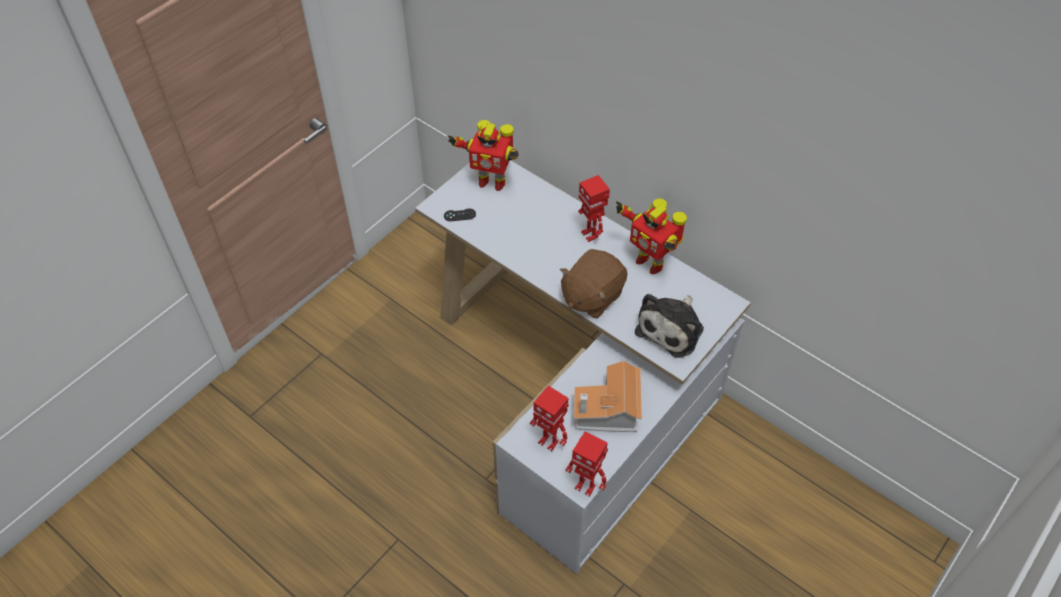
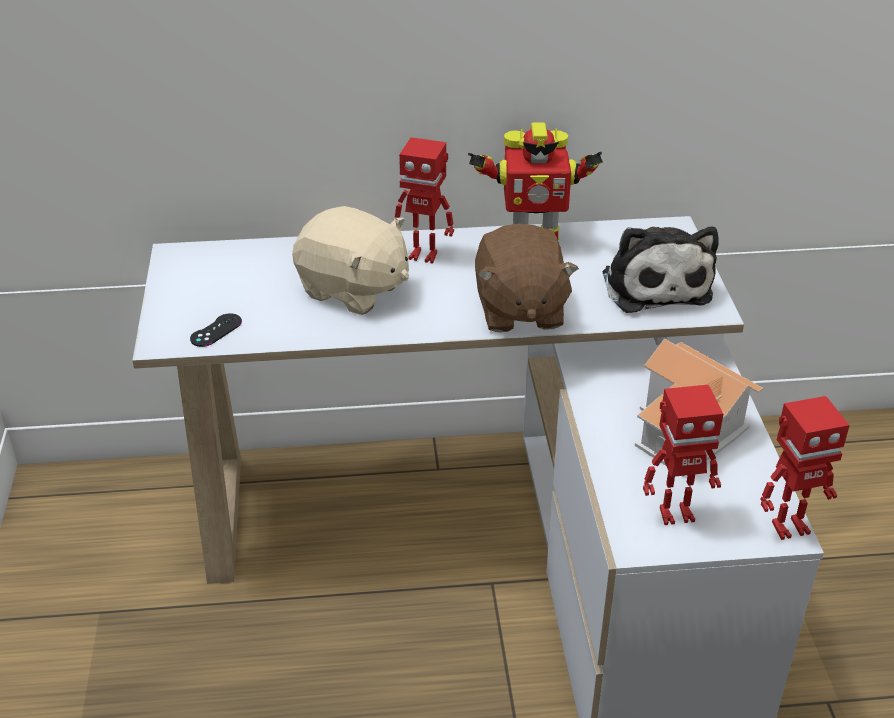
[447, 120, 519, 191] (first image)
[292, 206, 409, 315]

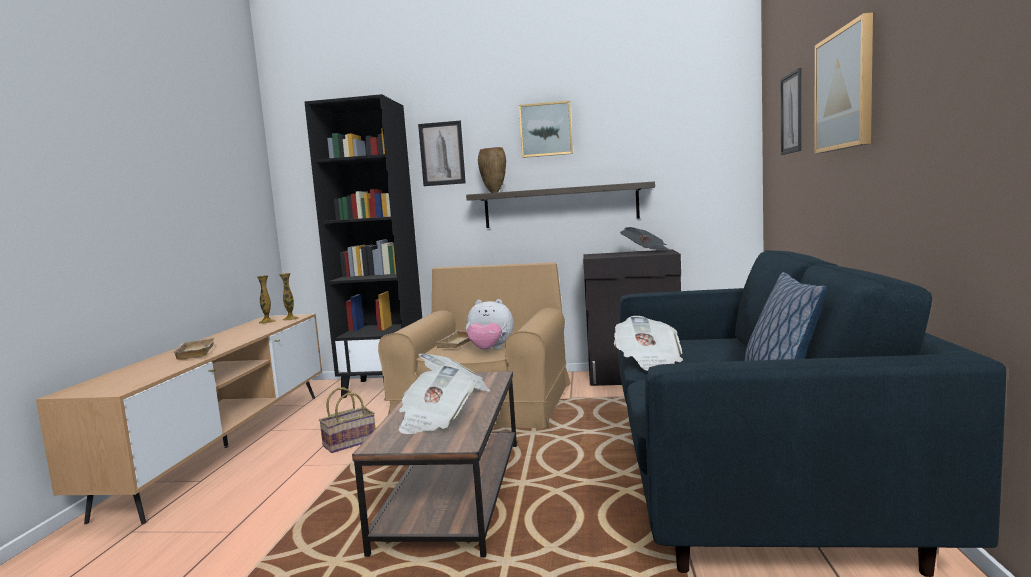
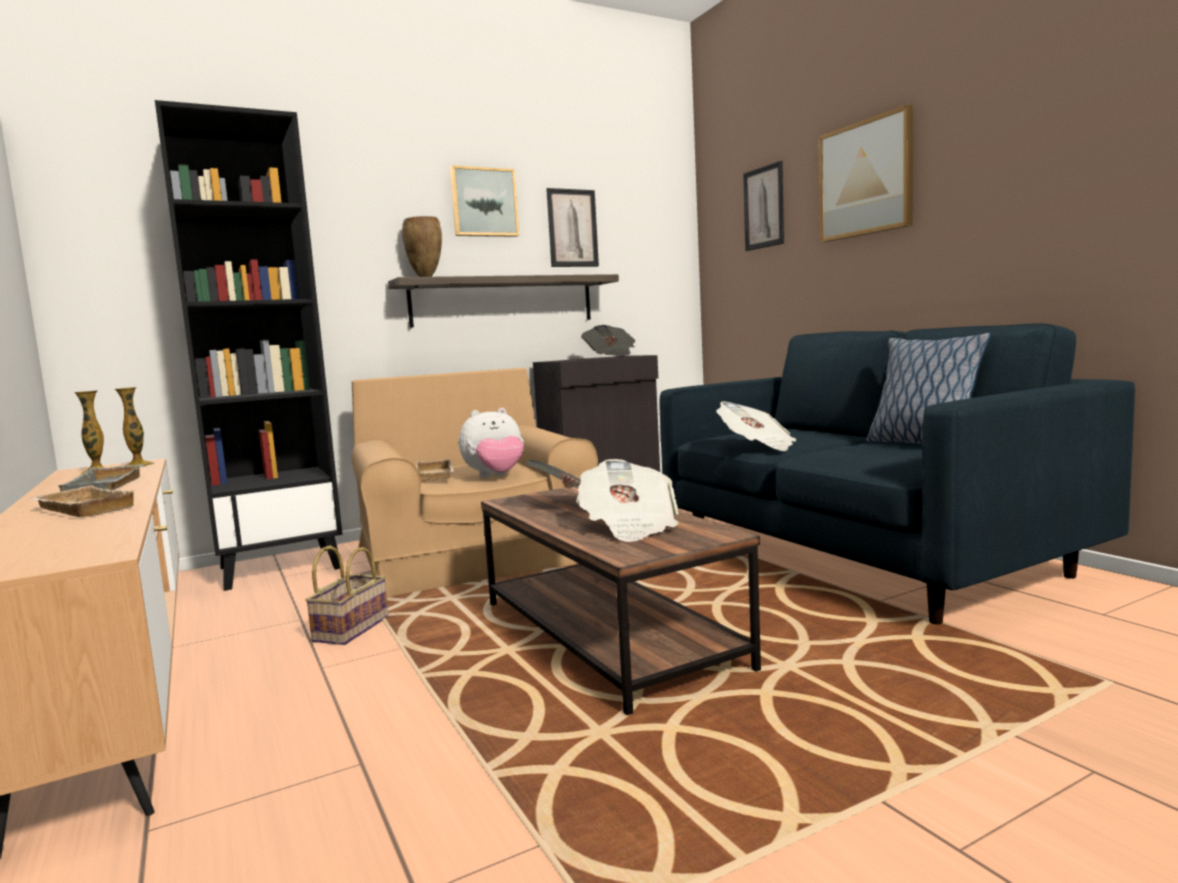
[56, 464, 144, 492]
[546, 188, 599, 267]

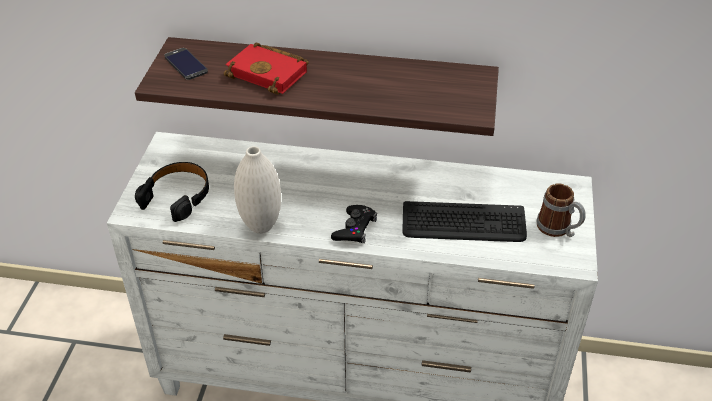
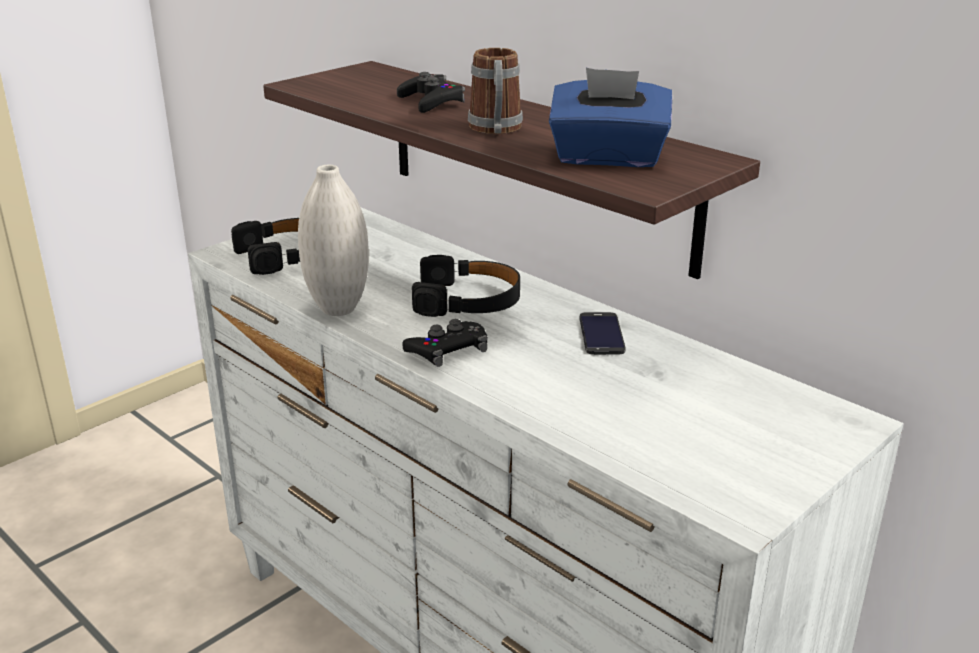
[402, 201, 527, 242] (first image)
[412, 255, 520, 317]
[549, 68, 672, 167]
[580, 312, 625, 355]
[468, 48, 523, 134]
[397, 72, 465, 113]

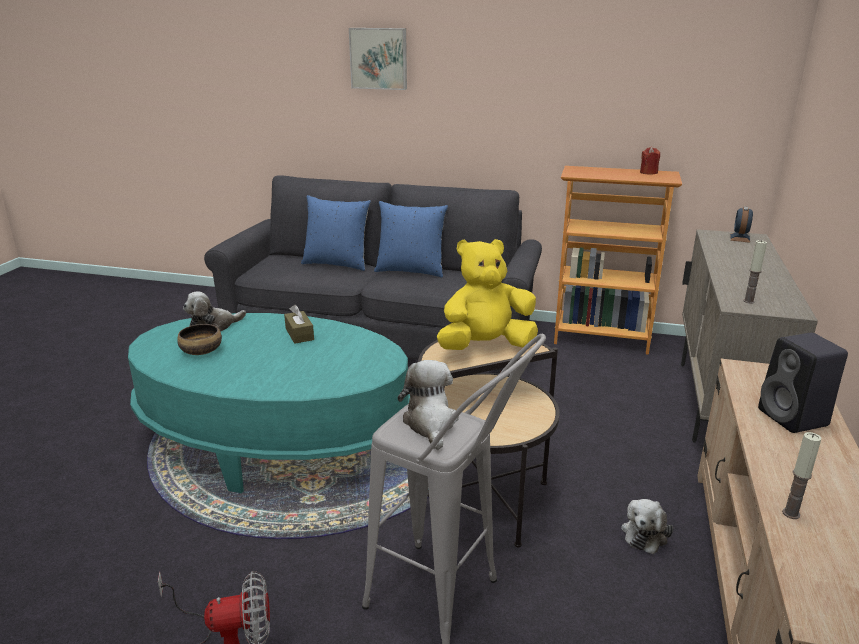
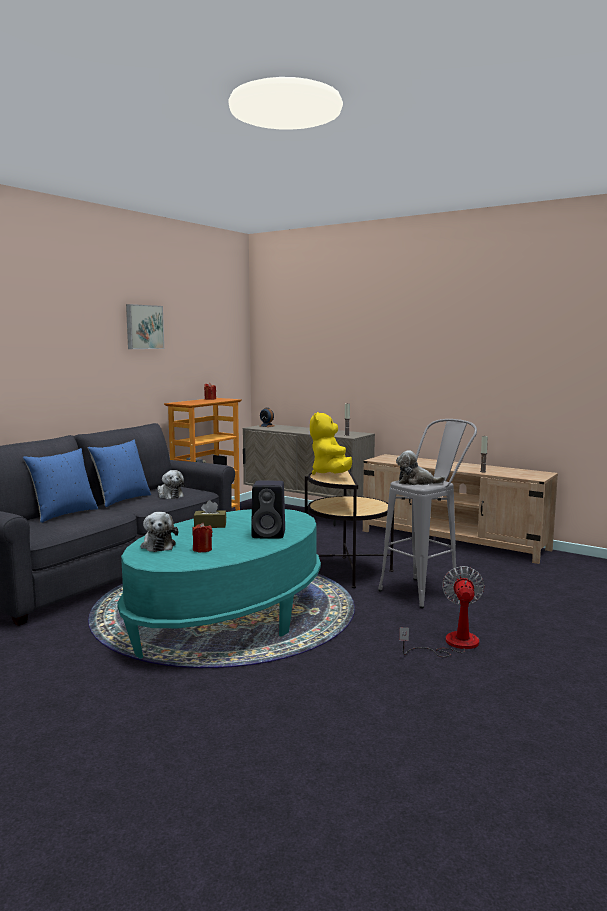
[126, 304, 164, 349]
[158, 470, 185, 499]
[251, 480, 285, 539]
[192, 523, 213, 553]

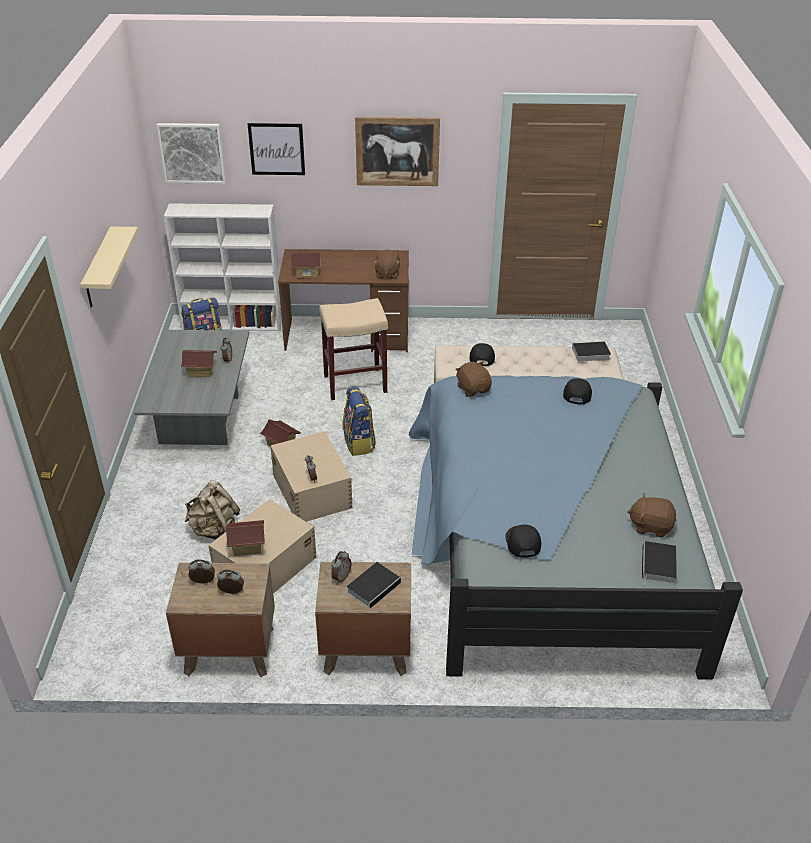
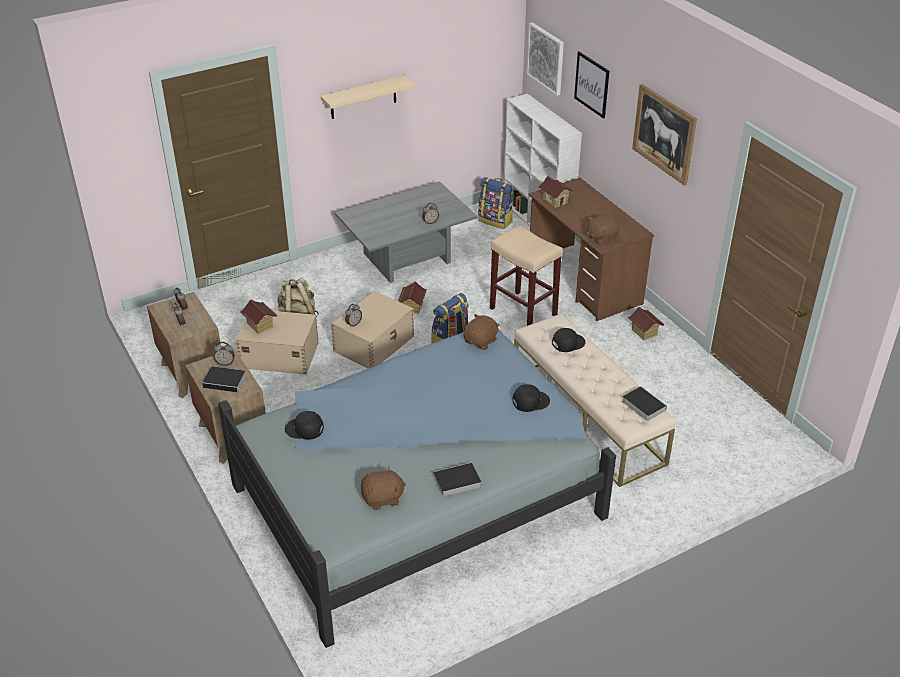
[628, 307, 665, 340]
[427, 462, 481, 497]
[285, 411, 324, 440]
[361, 467, 406, 510]

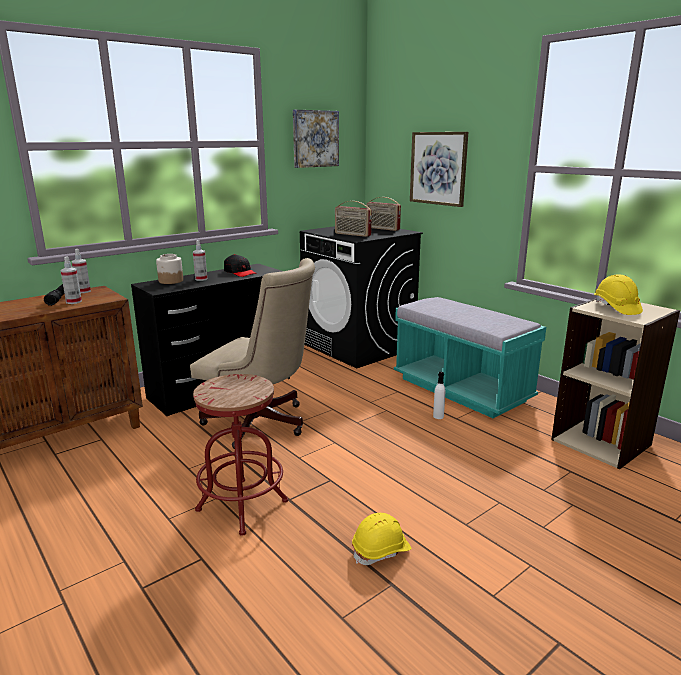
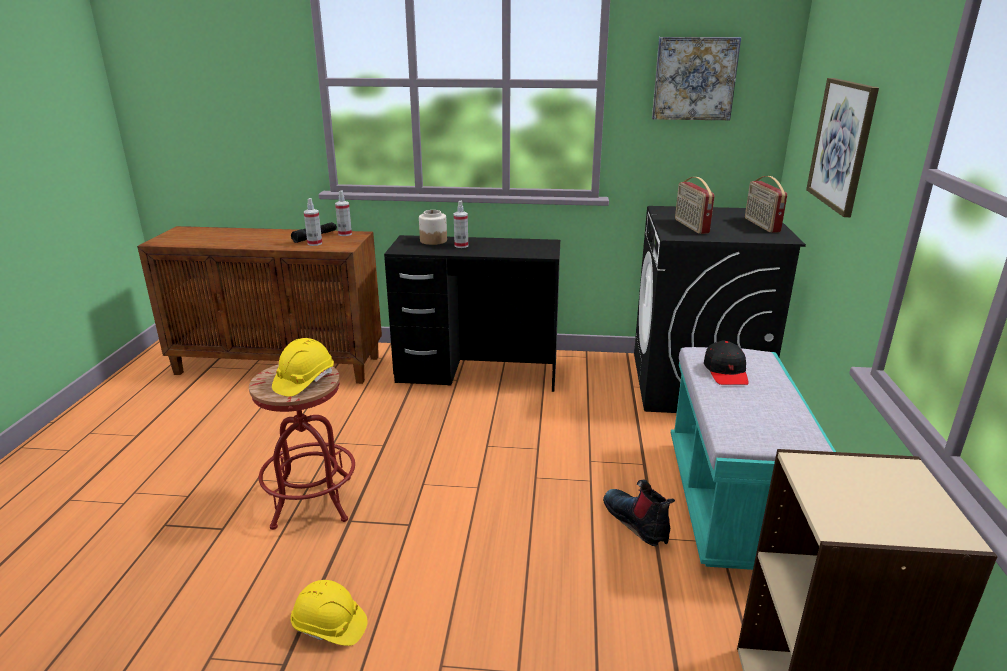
[190, 258, 315, 449] (first image)
[704, 341, 749, 385]
[272, 338, 334, 397]
[603, 480, 675, 547]

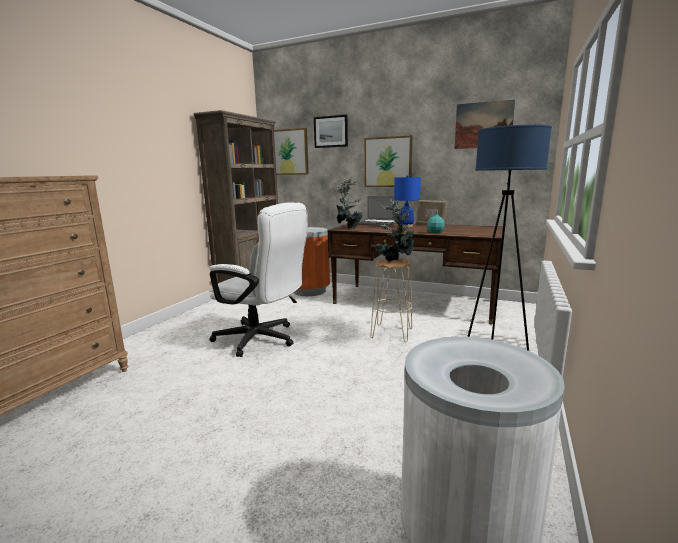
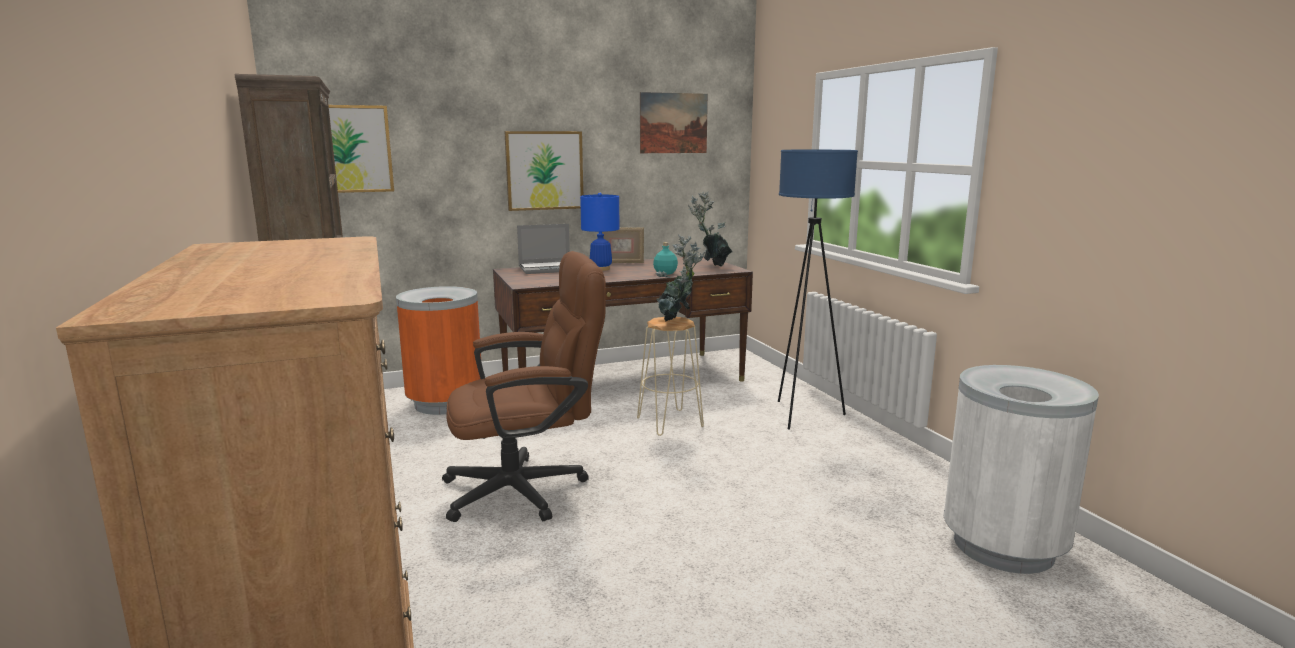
[314, 115, 348, 148] (first image)
[688, 191, 733, 266]
[442, 251, 606, 522]

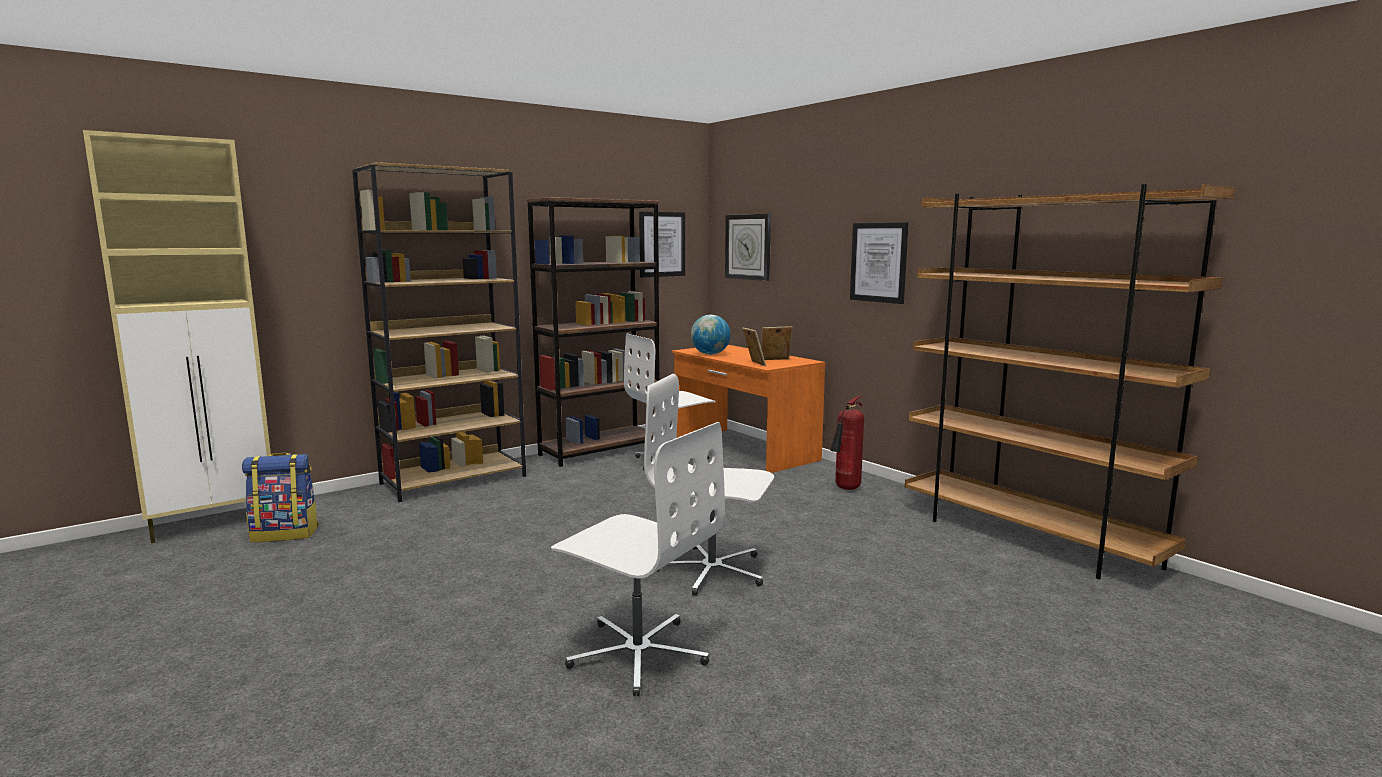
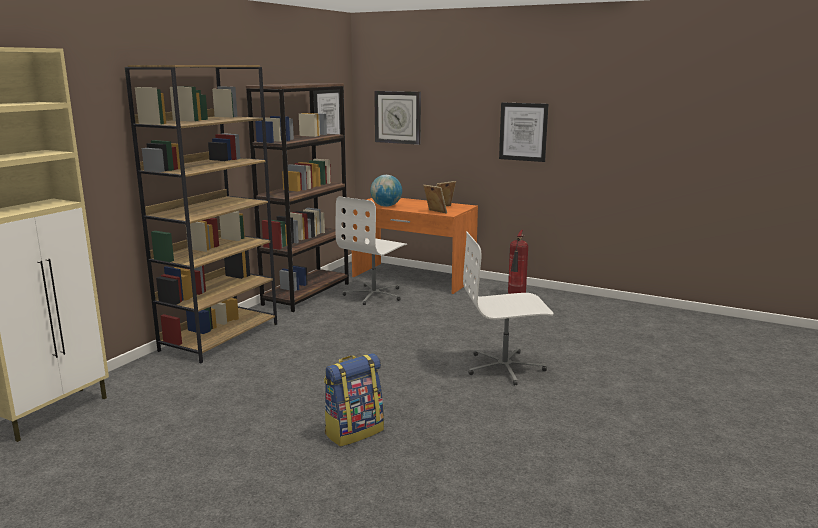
[551, 422, 725, 696] (first image)
[905, 184, 1235, 579] (first image)
[324, 353, 384, 447]

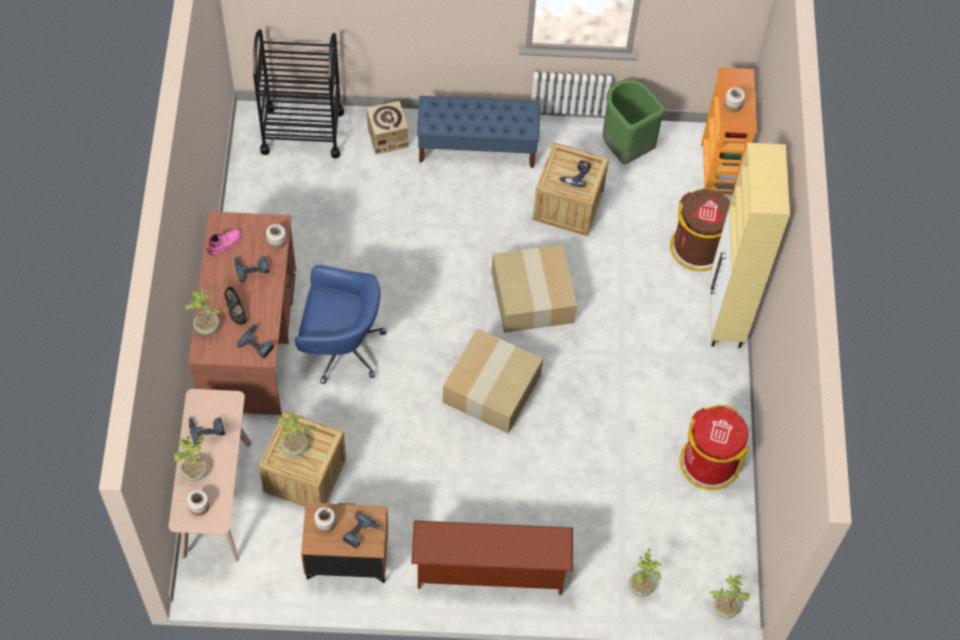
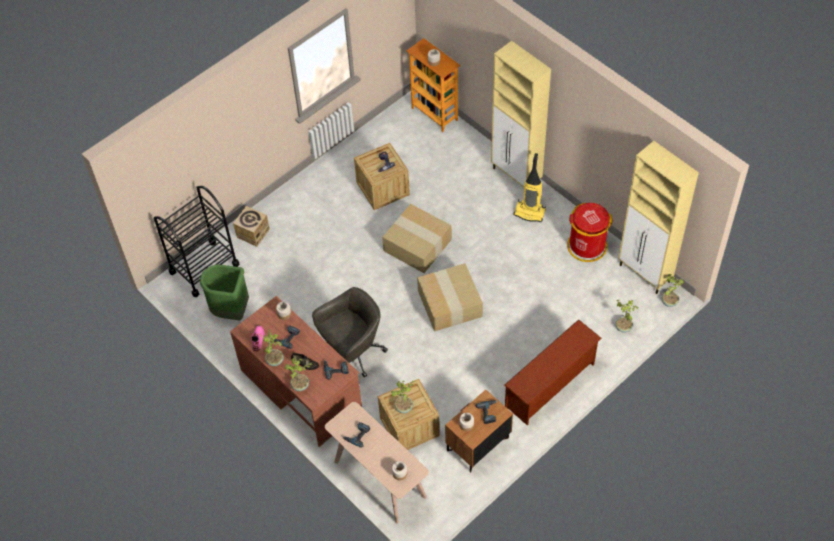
[417, 96, 540, 168] (first image)
[670, 188, 730, 271] (first image)
[514, 153, 546, 222]
[618, 141, 699, 294]
[263, 329, 284, 366]
[200, 264, 249, 321]
[312, 287, 388, 377]

